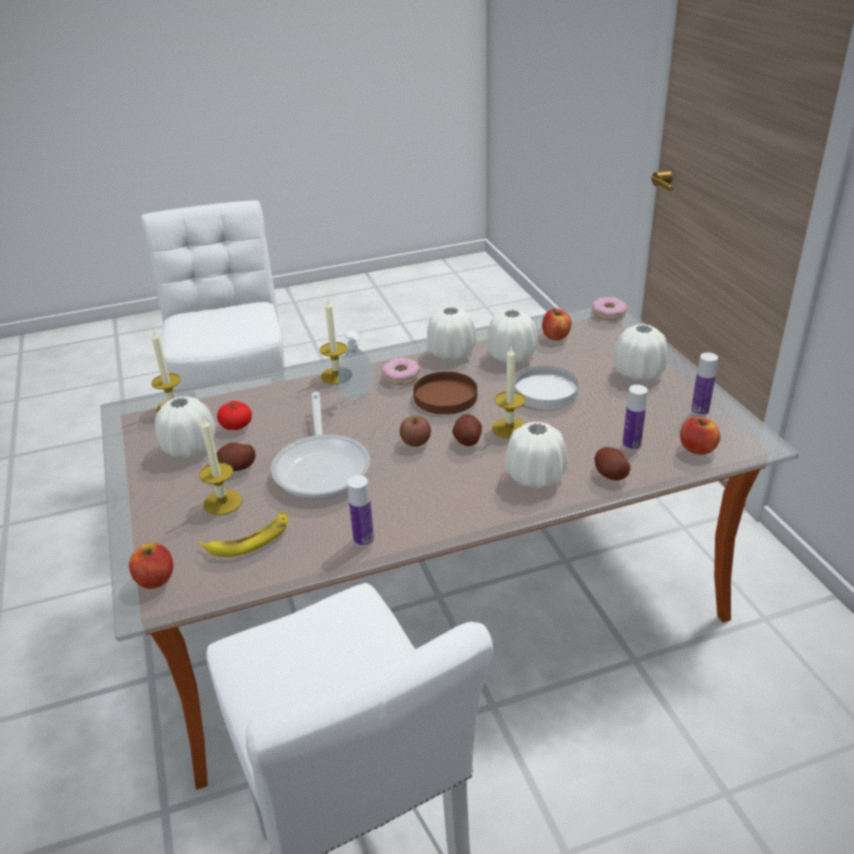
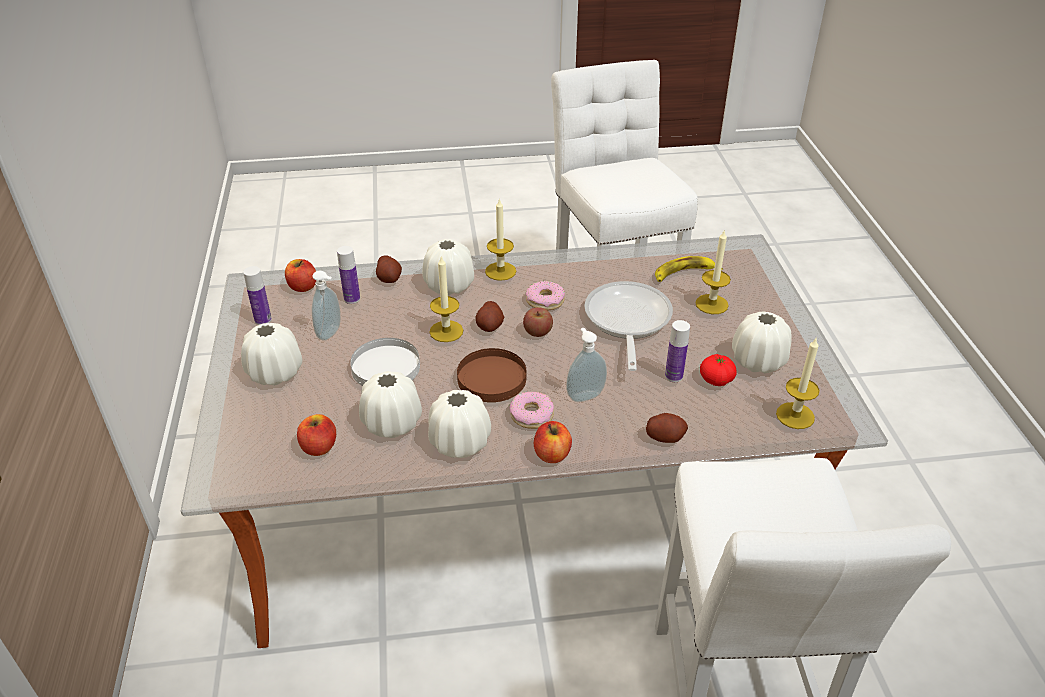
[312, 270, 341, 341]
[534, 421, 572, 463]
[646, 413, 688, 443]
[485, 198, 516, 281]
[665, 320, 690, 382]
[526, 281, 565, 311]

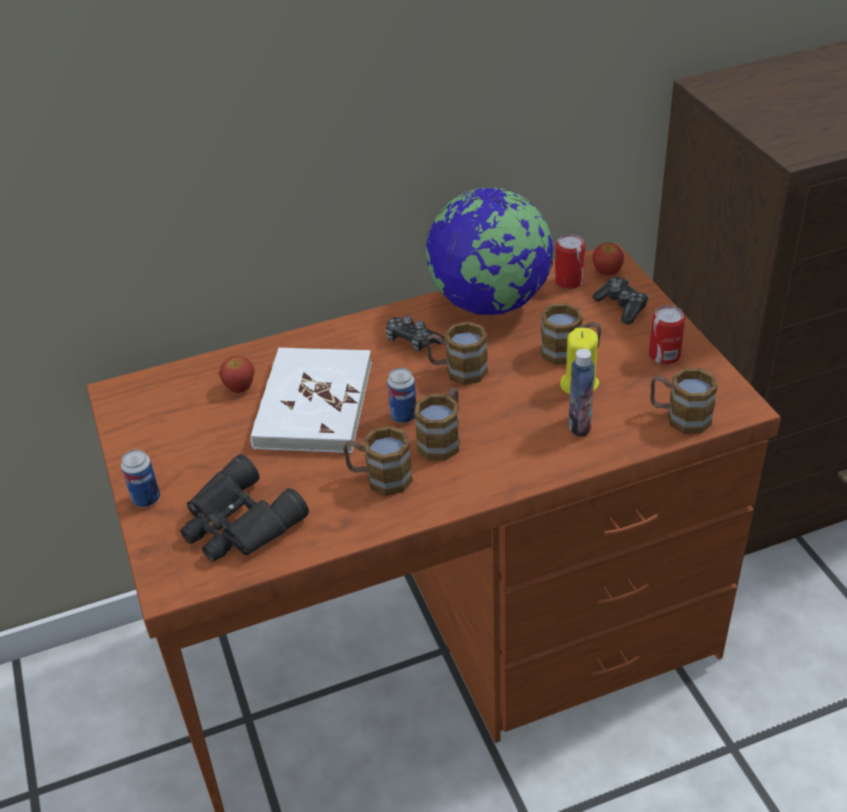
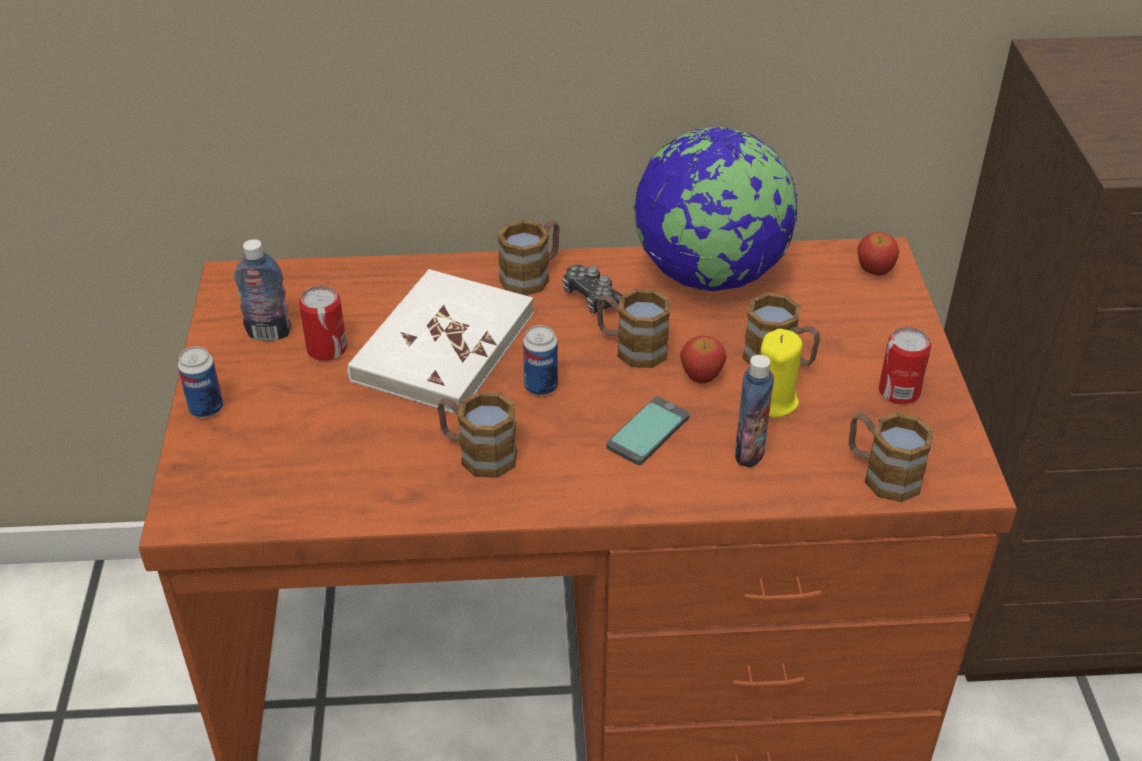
[180, 454, 309, 562] (first image)
[593, 277, 649, 324] (first image)
[234, 239, 291, 341]
[606, 397, 690, 465]
[680, 336, 726, 383]
[497, 220, 560, 295]
[299, 286, 347, 361]

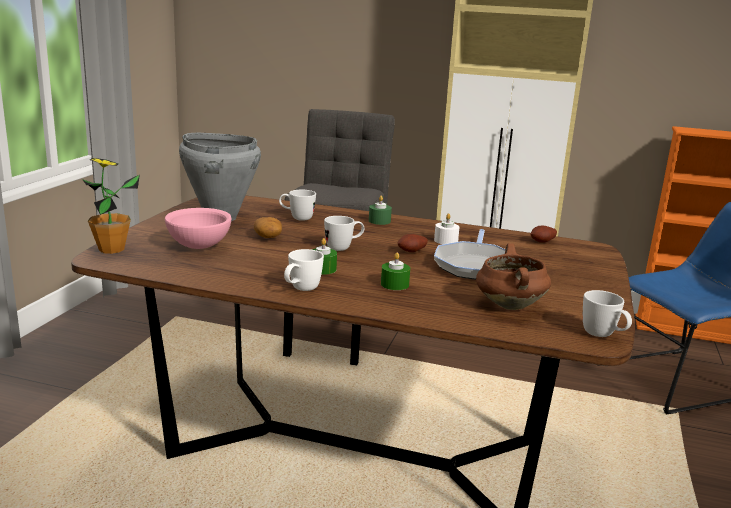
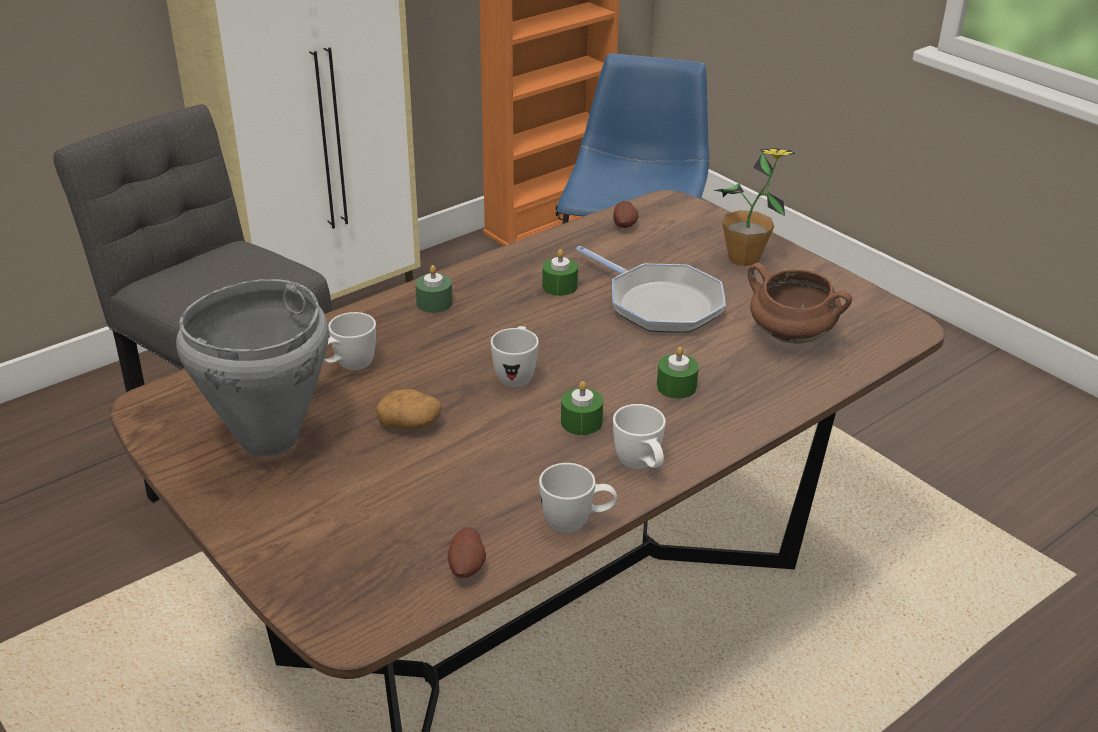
[165, 208, 232, 249] (first image)
[714, 148, 796, 266]
[448, 527, 486, 578]
[539, 463, 617, 533]
[542, 249, 578, 296]

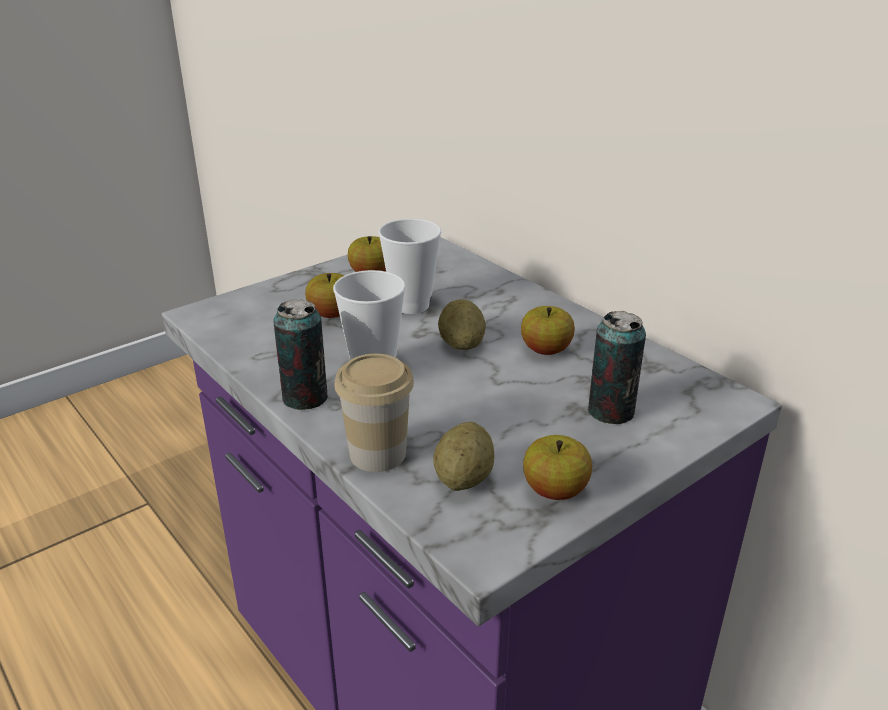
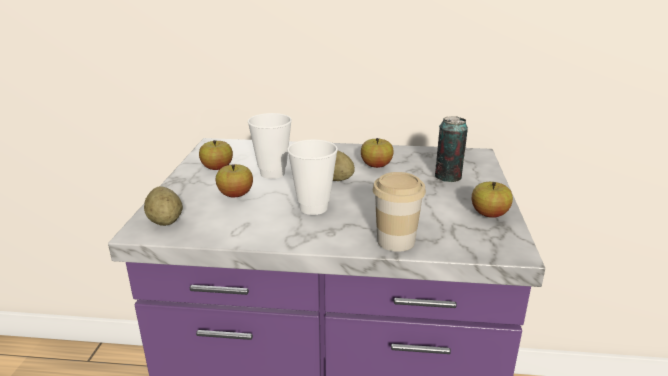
[273, 300, 328, 410] (first image)
[144, 186, 183, 226]

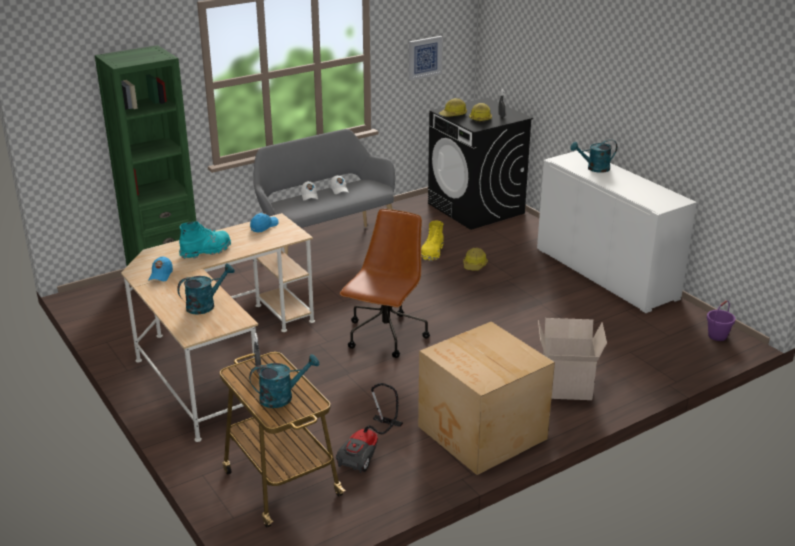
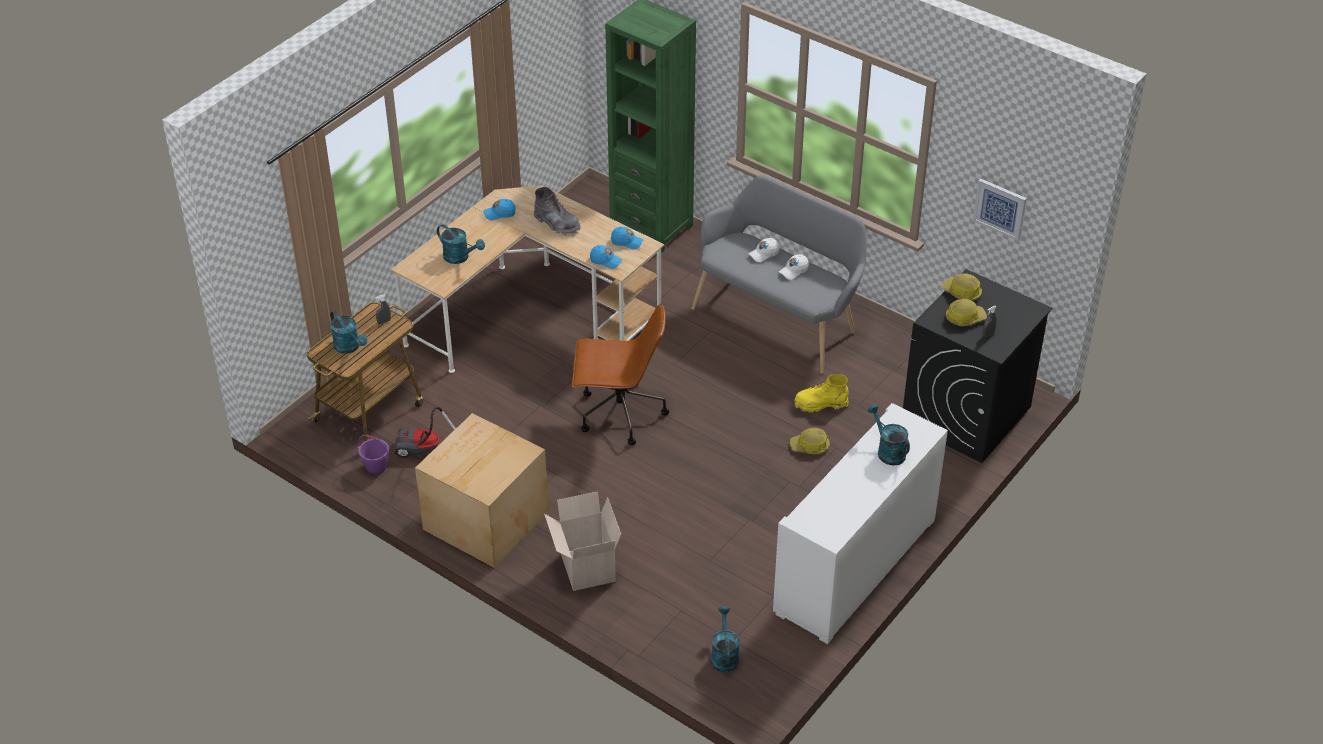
[590, 245, 623, 269]
[711, 606, 740, 672]
[358, 435, 389, 474]
[534, 187, 581, 235]

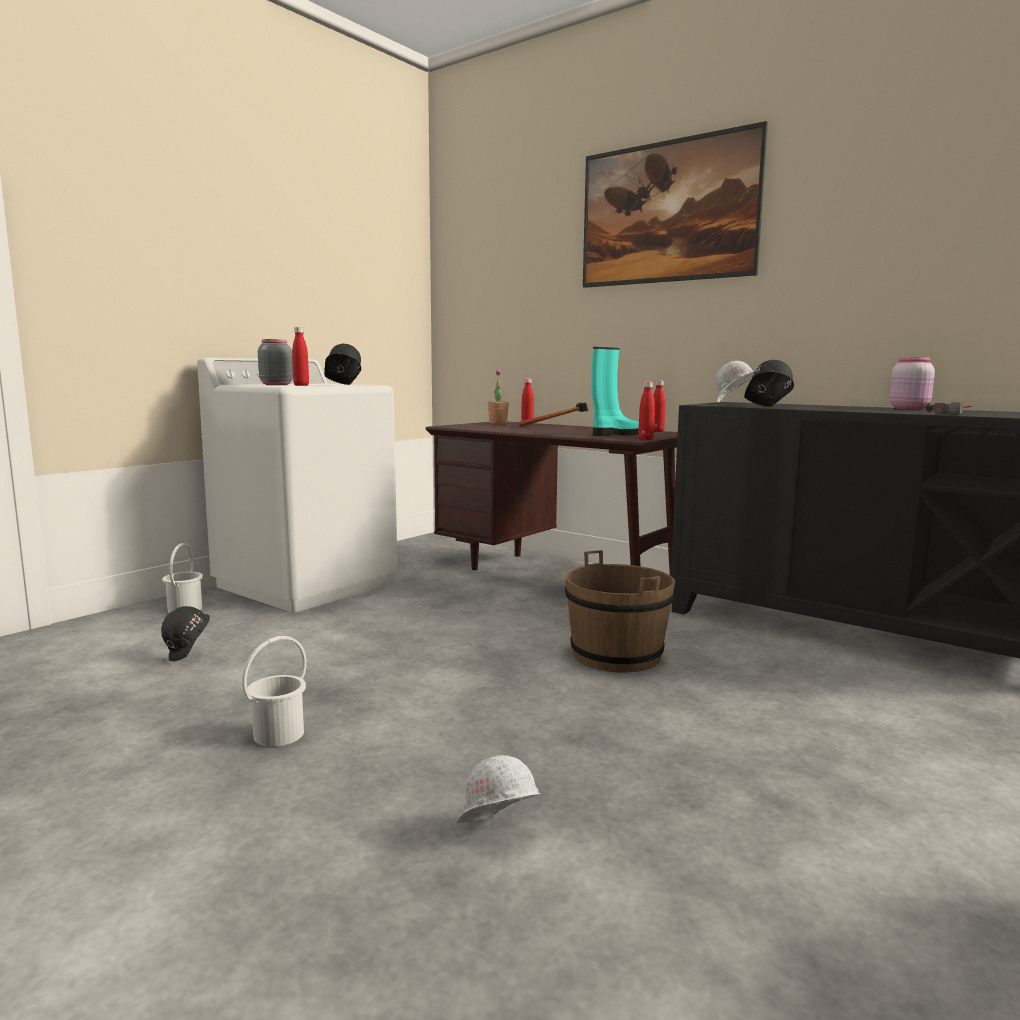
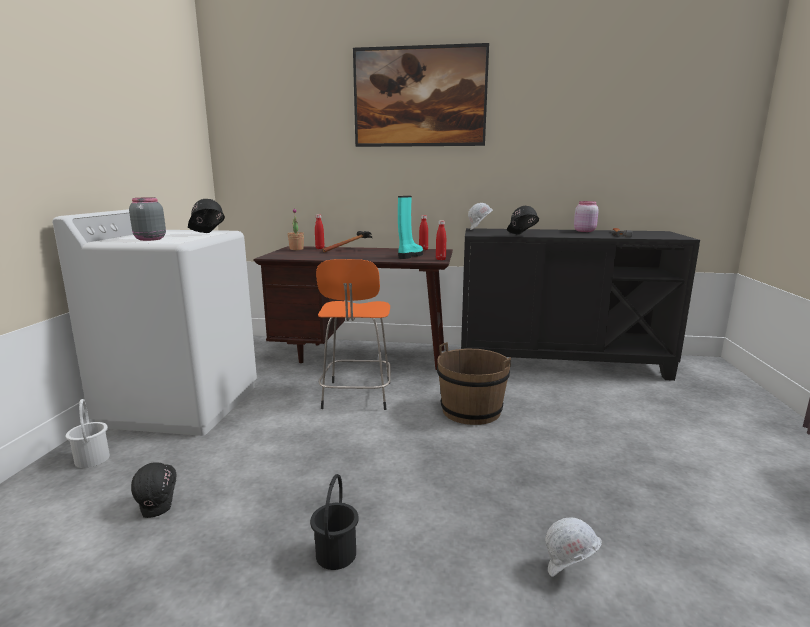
[292, 327, 309, 386] (first image)
[316, 259, 391, 410]
[310, 474, 359, 570]

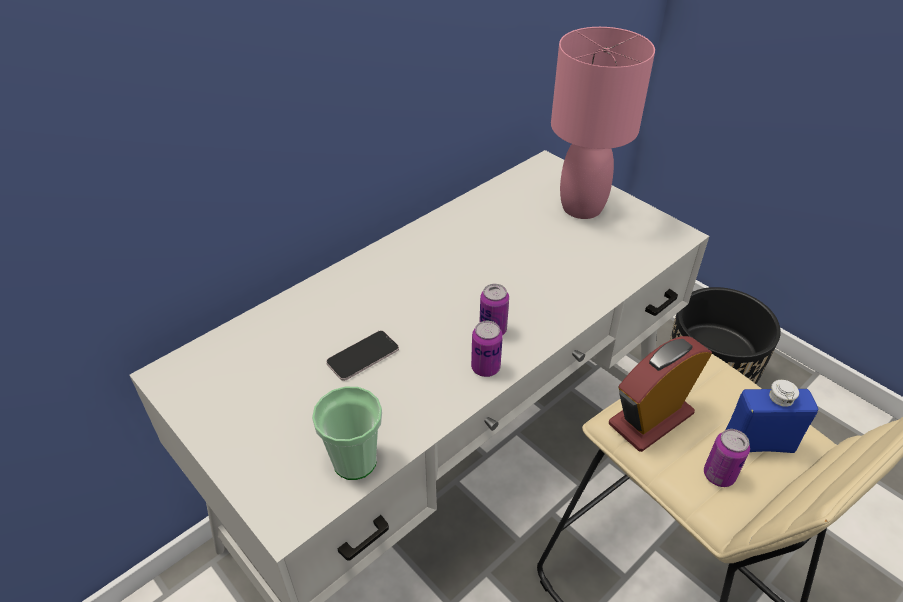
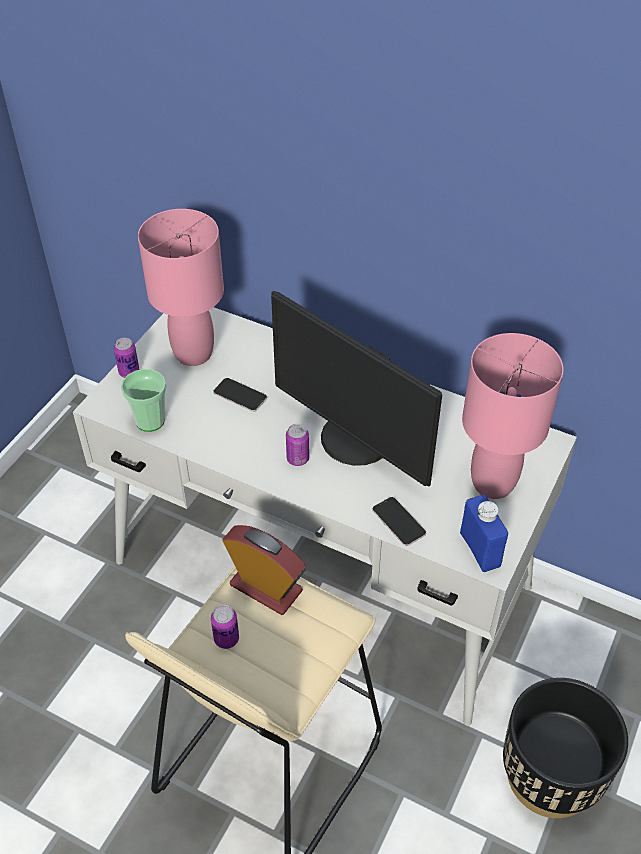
[138, 209, 224, 366]
[271, 291, 442, 487]
[372, 497, 426, 546]
[114, 338, 139, 378]
[460, 495, 508, 572]

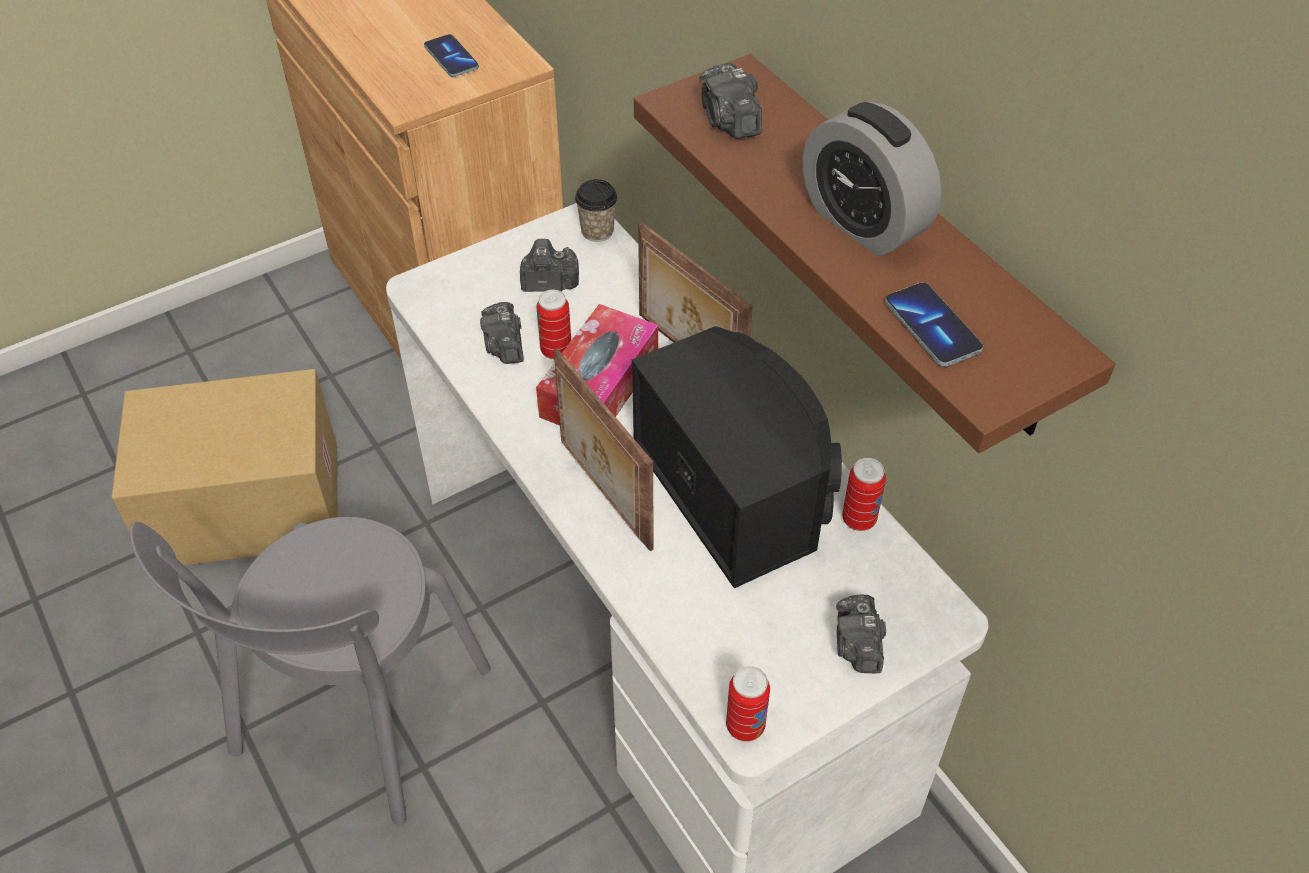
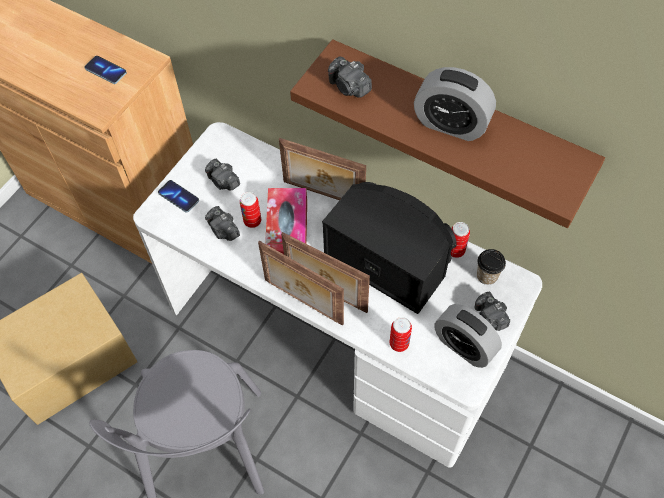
[258, 241, 344, 325]
[434, 304, 502, 368]
[477, 249, 506, 285]
[389, 317, 412, 352]
[158, 180, 199, 213]
[205, 159, 240, 191]

